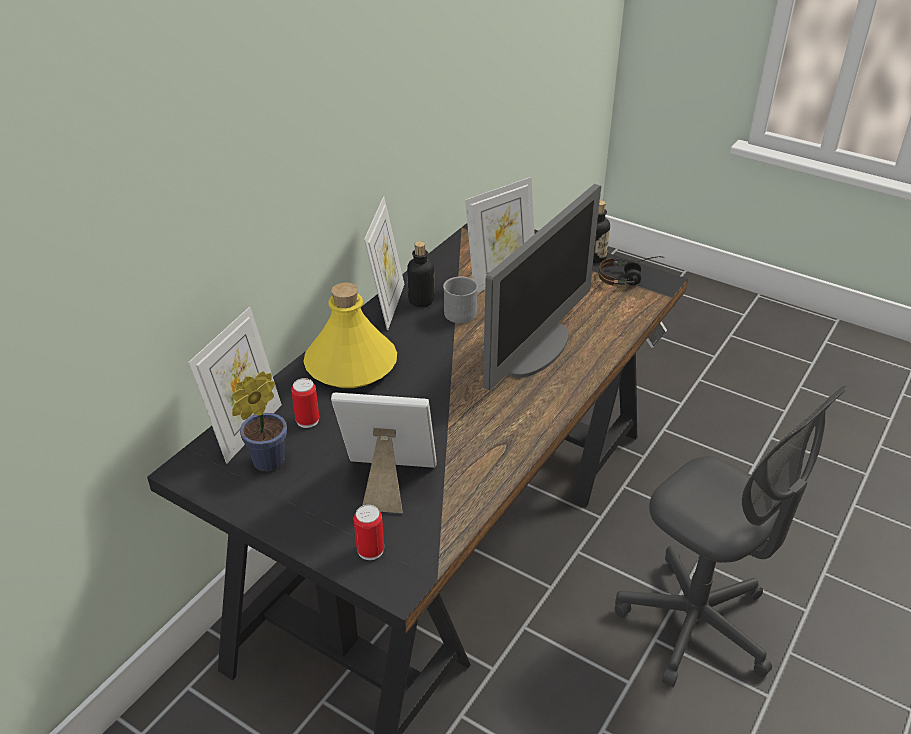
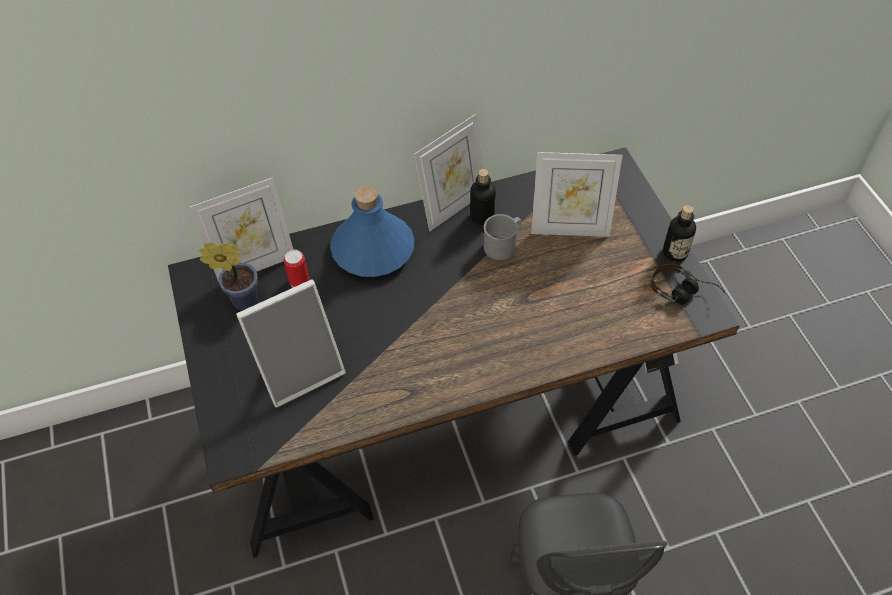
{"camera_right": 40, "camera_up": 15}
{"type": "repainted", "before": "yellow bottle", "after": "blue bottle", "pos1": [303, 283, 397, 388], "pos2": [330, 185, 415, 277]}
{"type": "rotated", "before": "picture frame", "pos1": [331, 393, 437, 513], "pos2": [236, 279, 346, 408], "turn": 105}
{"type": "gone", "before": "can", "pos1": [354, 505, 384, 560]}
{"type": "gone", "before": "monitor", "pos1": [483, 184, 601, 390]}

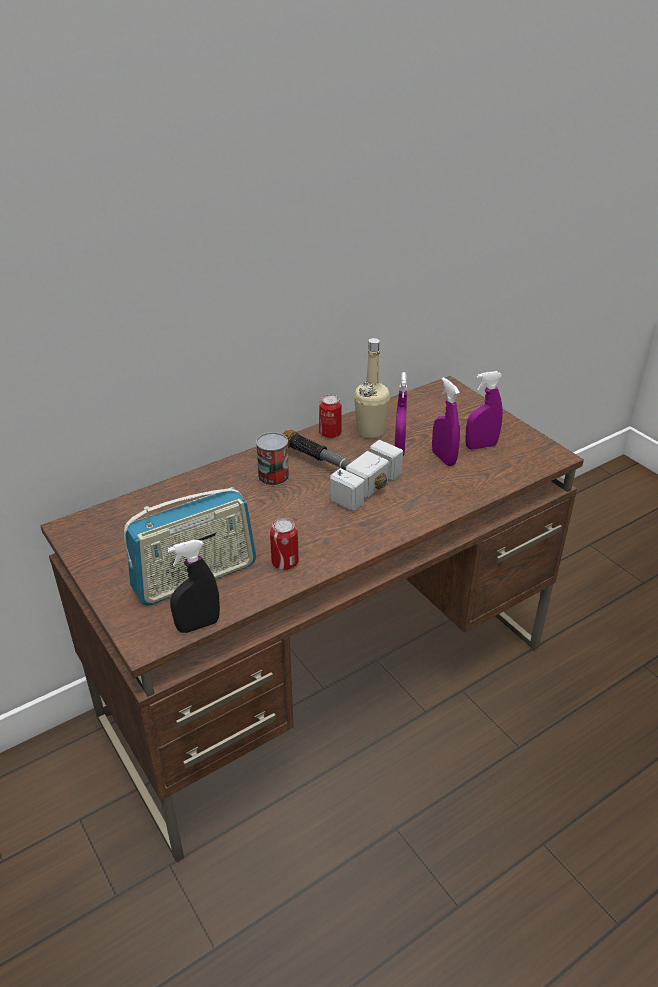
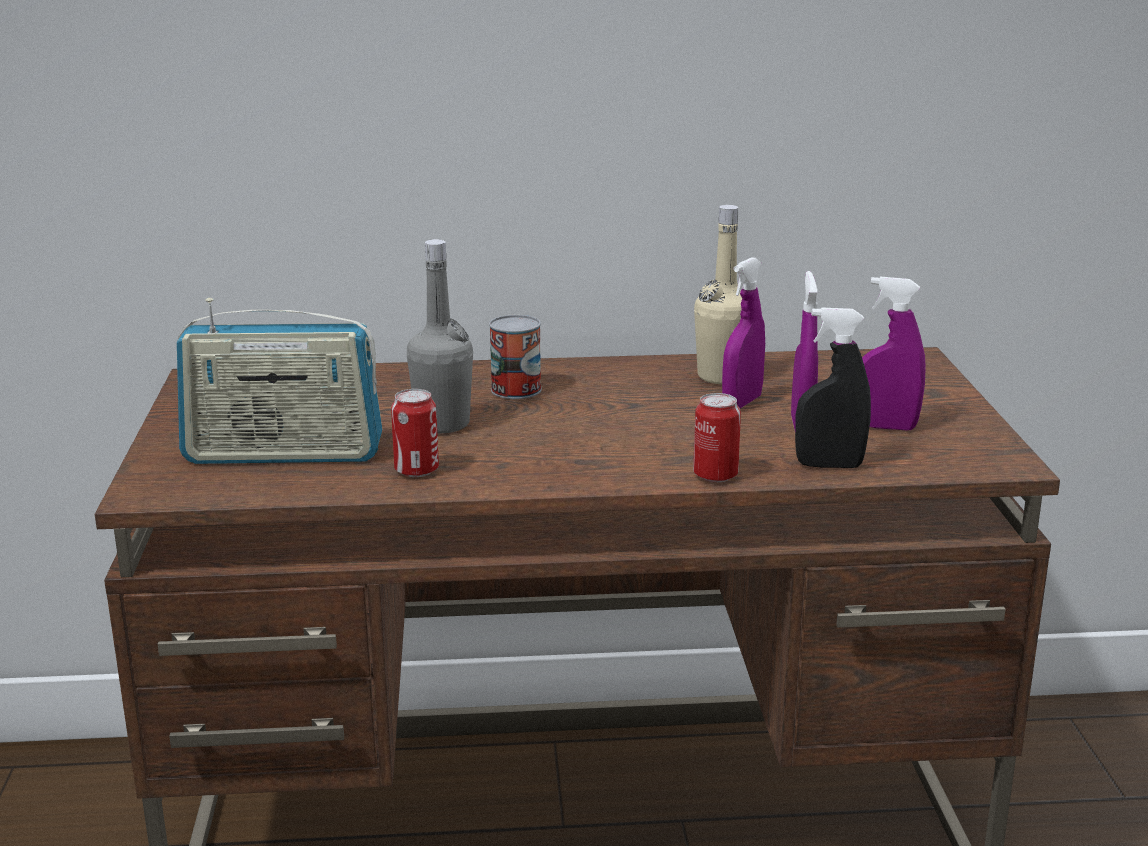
{"camera_right": 30, "camera_up": -15}
{"type": "shifted", "before": "black spray bottle", "pos1": [168, 539, 220, 633], "pos2": [795, 307, 871, 468]}
{"type": "gone", "before": "hammer", "pos1": [283, 429, 403, 512]}
{"type": "shifted", "before": "can", "pos1": [319, 394, 342, 438], "pos2": [693, 393, 741, 482]}
{"type": "new", "after": "grey bottle", "pos2": [407, 239, 473, 433]}

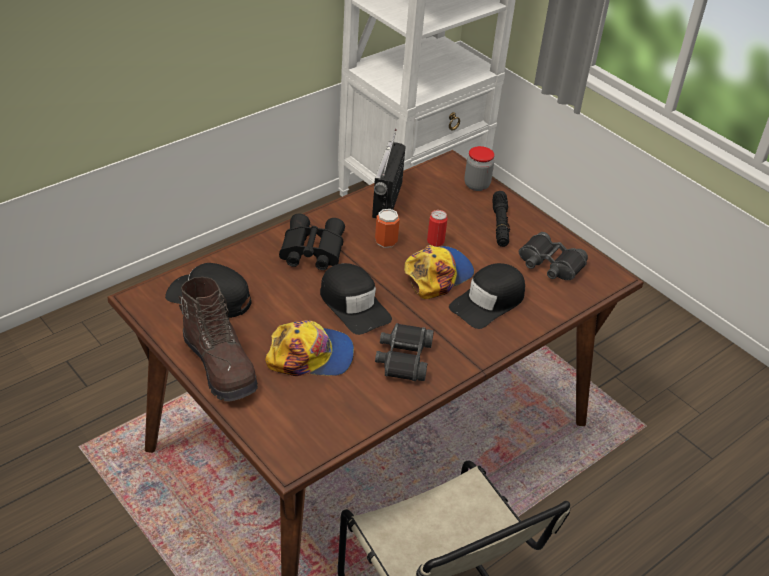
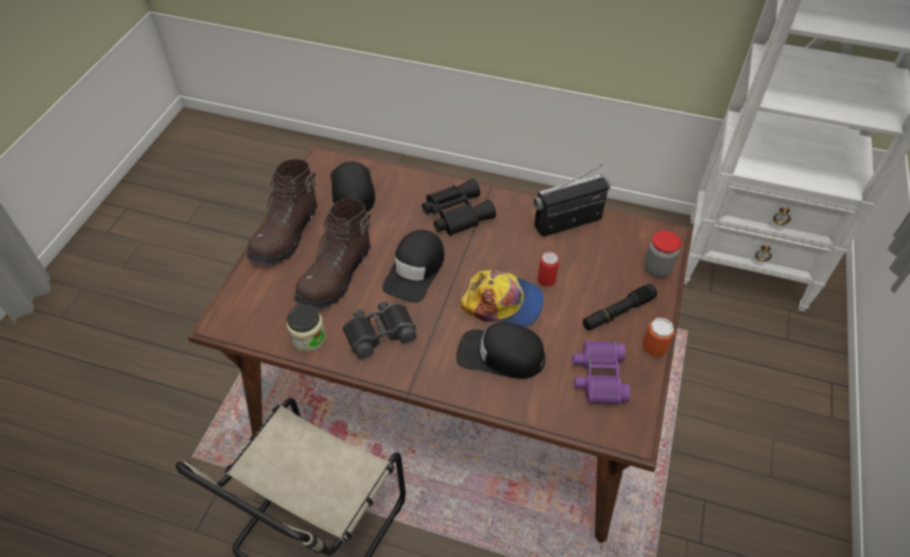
{"camera_right": 60, "camera_up": 10}
{"type": "swapped", "before": "cap", "after": "brown boot", "pos1": [265, 320, 354, 376], "pos2": [294, 198, 371, 309]}
{"type": "shifted", "before": "can", "pos1": [375, 209, 400, 248], "pos2": [643, 318, 675, 357]}
{"type": "repainted", "before": "black binoculars", "after": "purple binoculars", "pos1": [519, 232, 588, 280], "pos2": [573, 340, 630, 404]}
{"type": "new", "after": "jar", "pos2": [287, 304, 326, 352]}

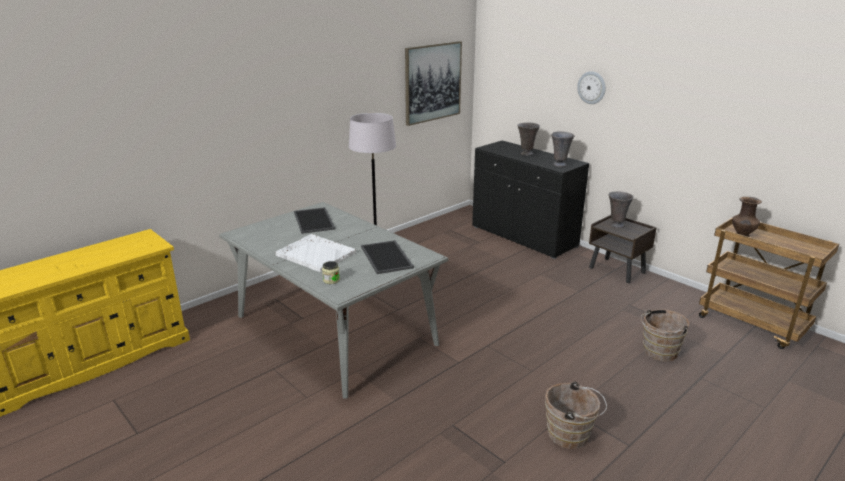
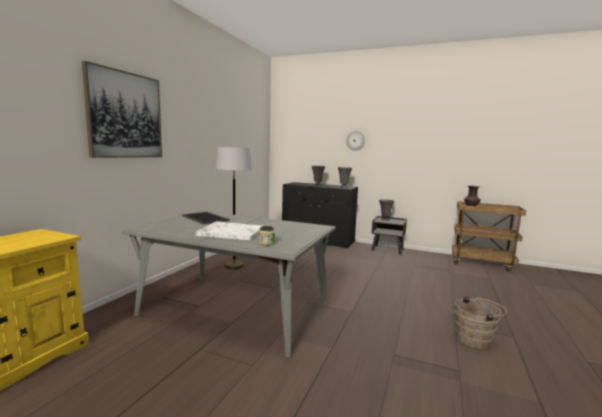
{"camera_right": -25, "camera_up": -15}
{"type": "gone", "before": "tray", "pos1": [361, 240, 414, 274]}
{"type": "shifted", "before": "picture", "pos1": [405, 41, 462, 126], "pos2": [82, 61, 162, 158]}
{"type": "gone", "before": "brown bucket", "pos1": [641, 309, 690, 362]}

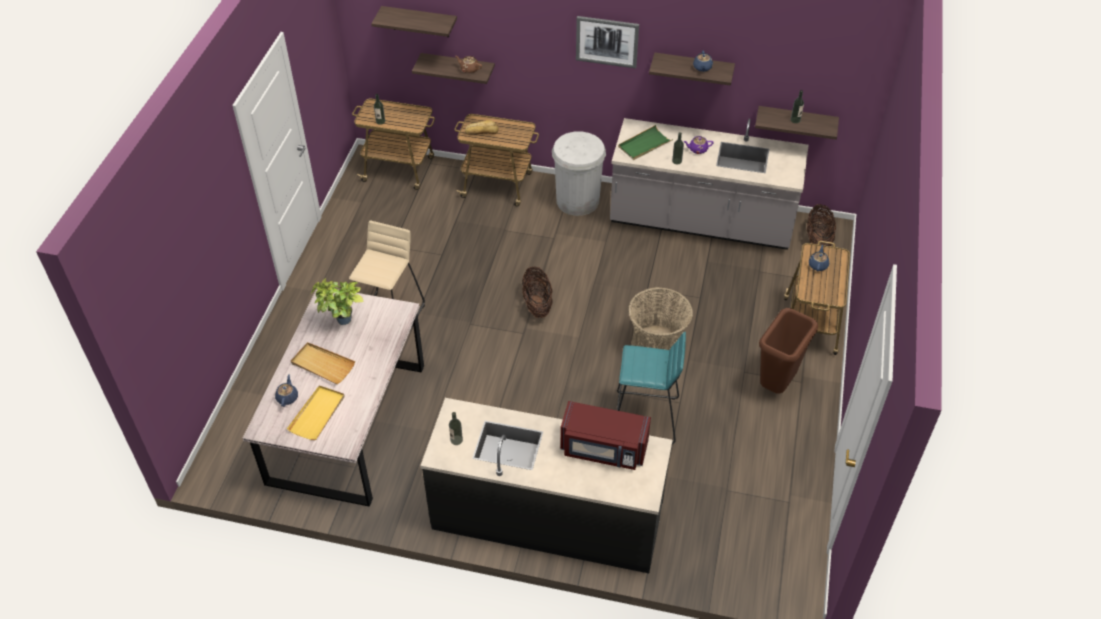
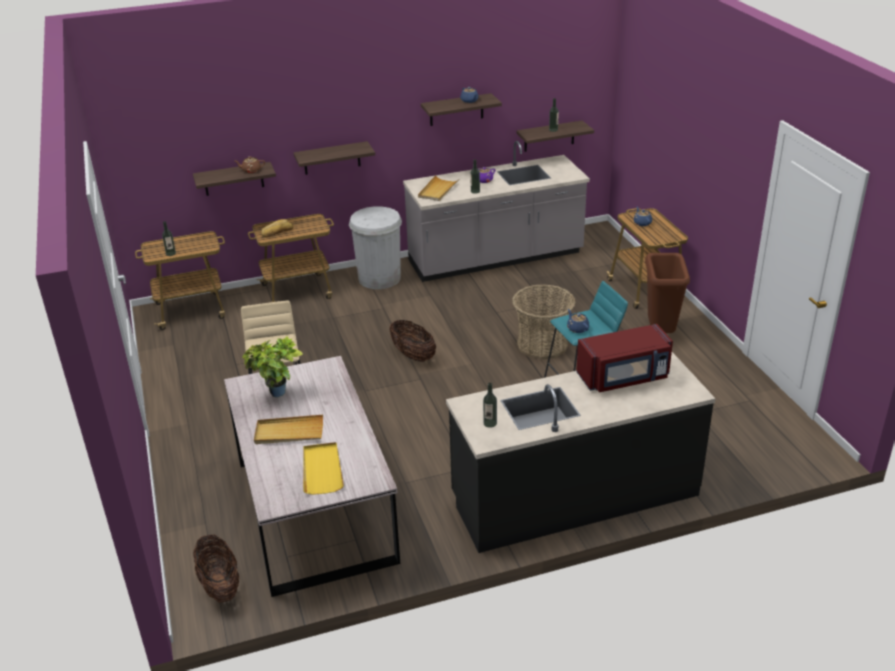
{"camera_right": -30, "camera_up": -15}
{"type": "shifted", "before": "blue teapot", "pos1": [275, 374, 298, 407], "pos2": [567, 309, 589, 333]}
{"type": "shifted", "before": "shelf", "pos1": [371, 6, 457, 37], "pos2": [293, 141, 375, 175]}
{"type": "gone", "before": "picture", "pos1": [576, 16, 639, 69]}
{"type": "repainted", "before": "green tray", "after": "beige tray", "pos1": [618, 125, 673, 160], "pos2": [418, 175, 459, 201]}
{"type": "shifted", "before": "basket", "pos1": [807, 204, 836, 252], "pos2": [193, 535, 239, 603]}

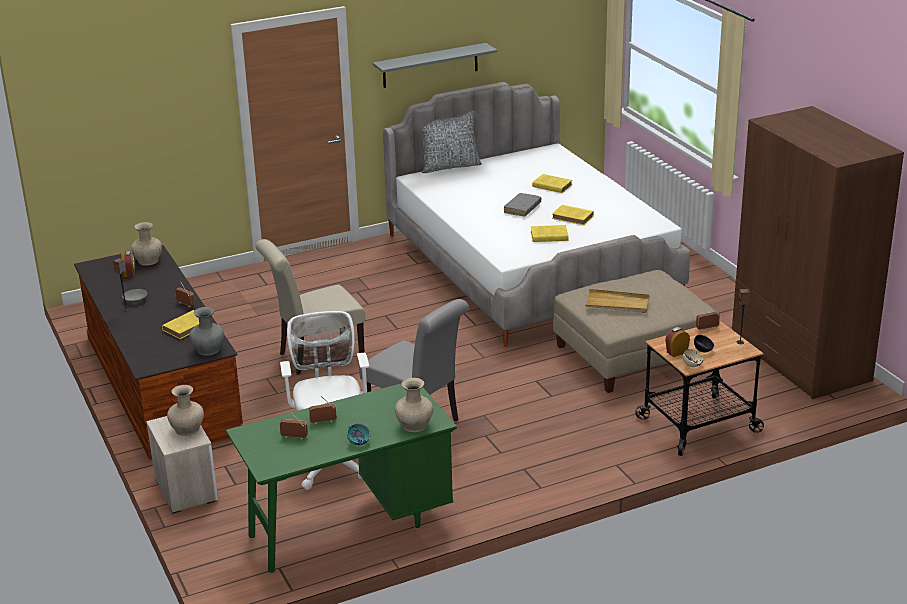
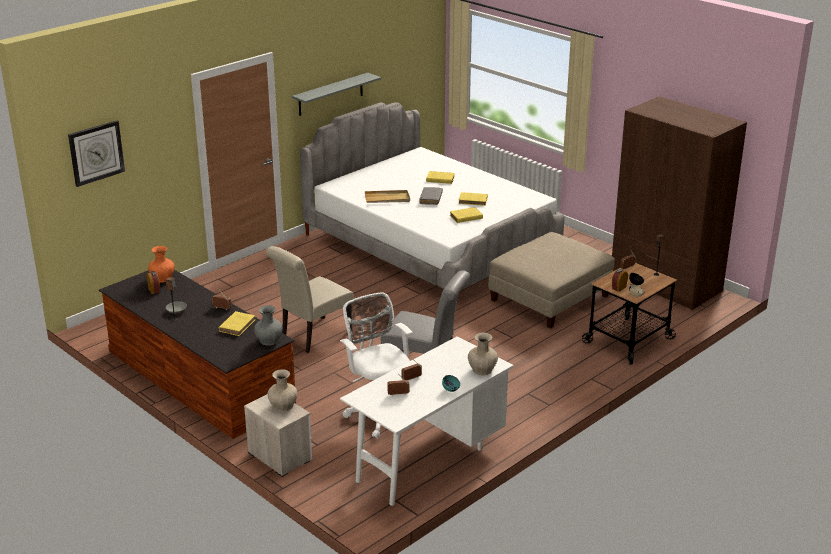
{"camera_right": -20, "camera_up": 0}
{"type": "repainted", "before": "beige vase", "after": "orange vase", "pos1": [131, 222, 162, 266], "pos2": [148, 246, 175, 283]}
{"type": "repainted", "before": "green desk", "after": "white desk", "pos1": [226, 384, 457, 573], "pos2": [340, 336, 513, 506]}
{"type": "gone", "before": "pillow", "pos1": [422, 110, 482, 173]}
{"type": "shifted", "before": "beige tray", "pos1": [585, 289, 649, 313], "pos2": [365, 190, 410, 203]}
{"type": "new", "after": "wall clock", "pos2": [68, 120, 125, 187]}

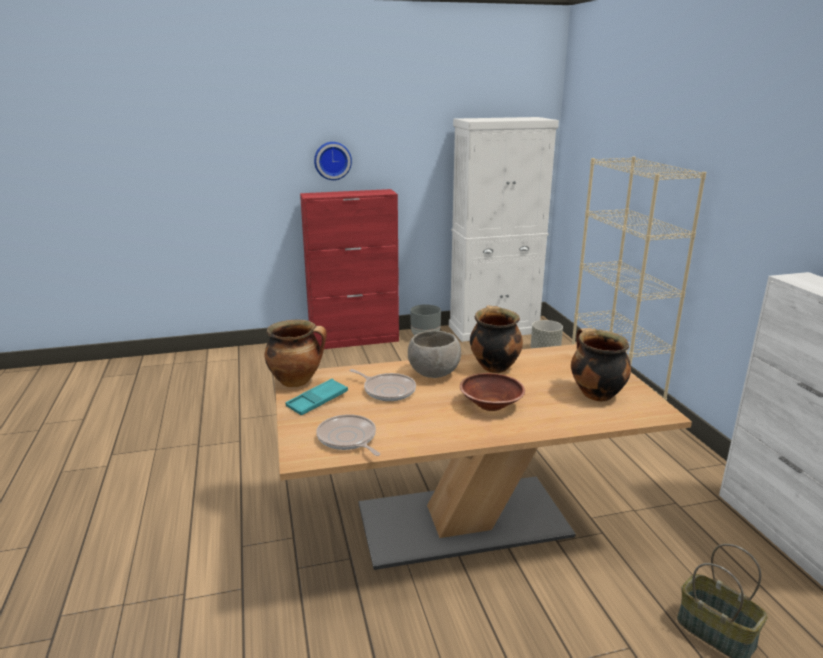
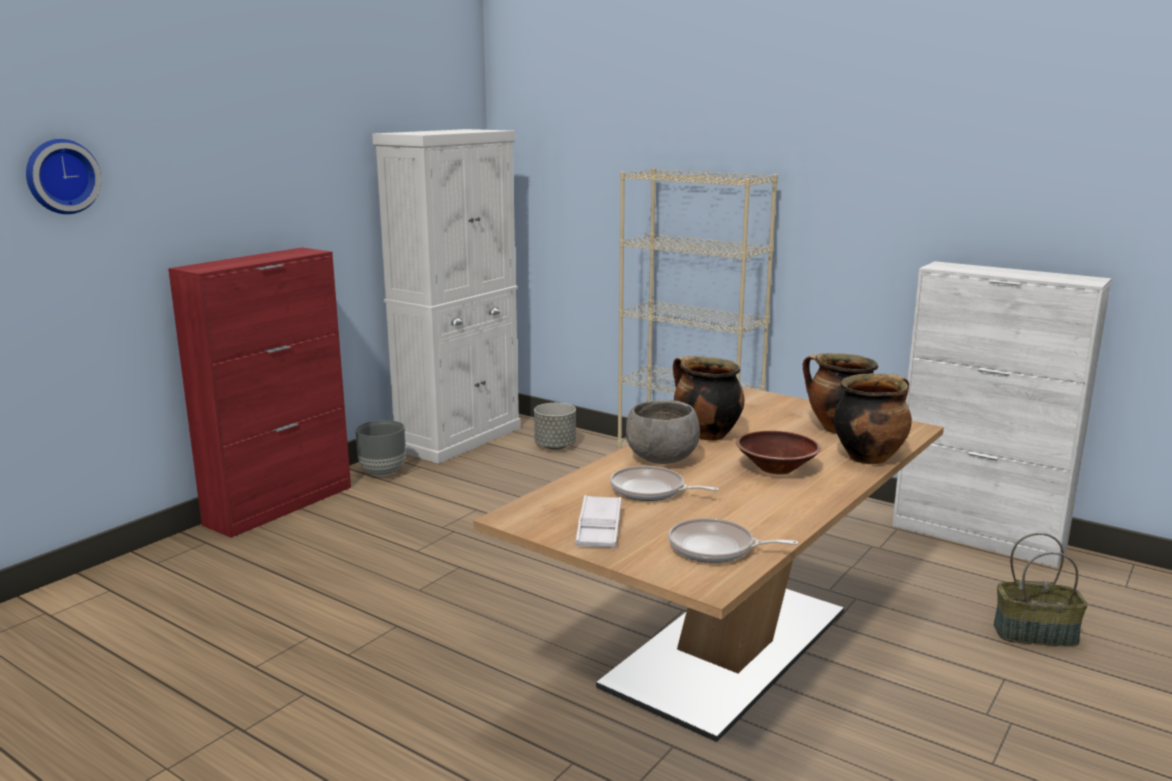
{"camera_right": -40, "camera_up": -5}
{"type": "shifted", "before": "cooking pot", "pos1": [265, 320, 327, 387], "pos2": [834, 373, 912, 464]}
{"type": "repainted", "before": "turquoise tray", "after": "white tray", "pos1": [286, 379, 348, 415], "pos2": [575, 495, 622, 548]}
{"type": "shifted", "before": "wall clock", "pos1": [314, 142, 352, 180], "pos2": [26, 139, 101, 214]}
{"type": "rotated", "before": "frying pan", "pos1": [349, 369, 416, 401], "pos2": [610, 466, 719, 501], "turn": -150}

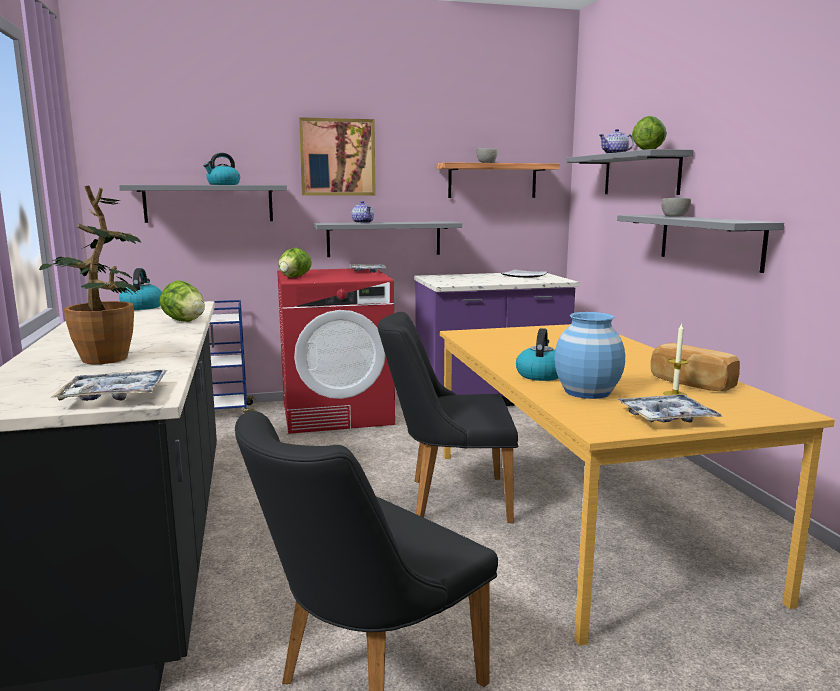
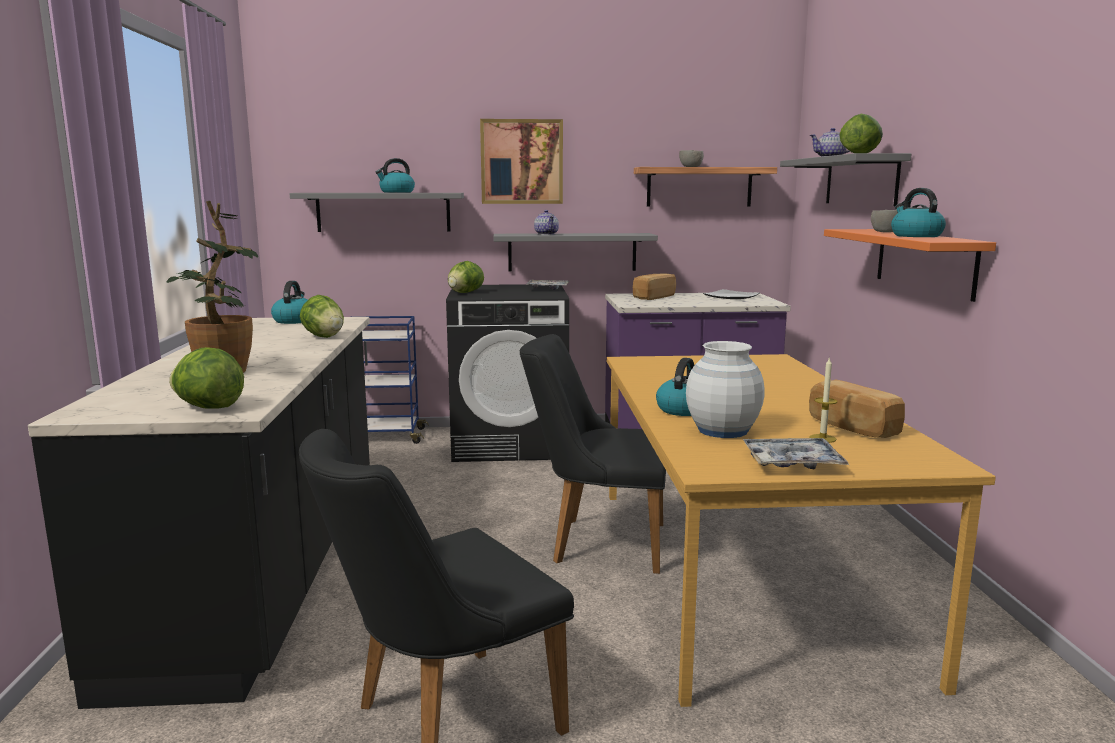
{"camera_right": 10, "camera_up": 0}
{"type": "swapped", "before": "tray", "after": "lettuce", "pos1": [50, 370, 168, 401], "pos2": [169, 347, 244, 409]}
{"type": "repainted", "before": "red washing machine", "after": "black washing machine", "pos1": [277, 269, 395, 434], "pos2": [446, 284, 569, 462]}
{"type": "repainted", "before": "blue vase", "after": "white vase", "pos1": [555, 312, 625, 399], "pos2": [686, 341, 765, 438]}
{"type": "repainted", "before": "grey shelf", "after": "orange shelf", "pos1": [617, 215, 784, 273], "pos2": [824, 229, 996, 302]}
{"type": "new", "after": "bread", "pos2": [633, 274, 676, 300]}
{"type": "new", "after": "kettle", "pos2": [891, 188, 946, 237]}

